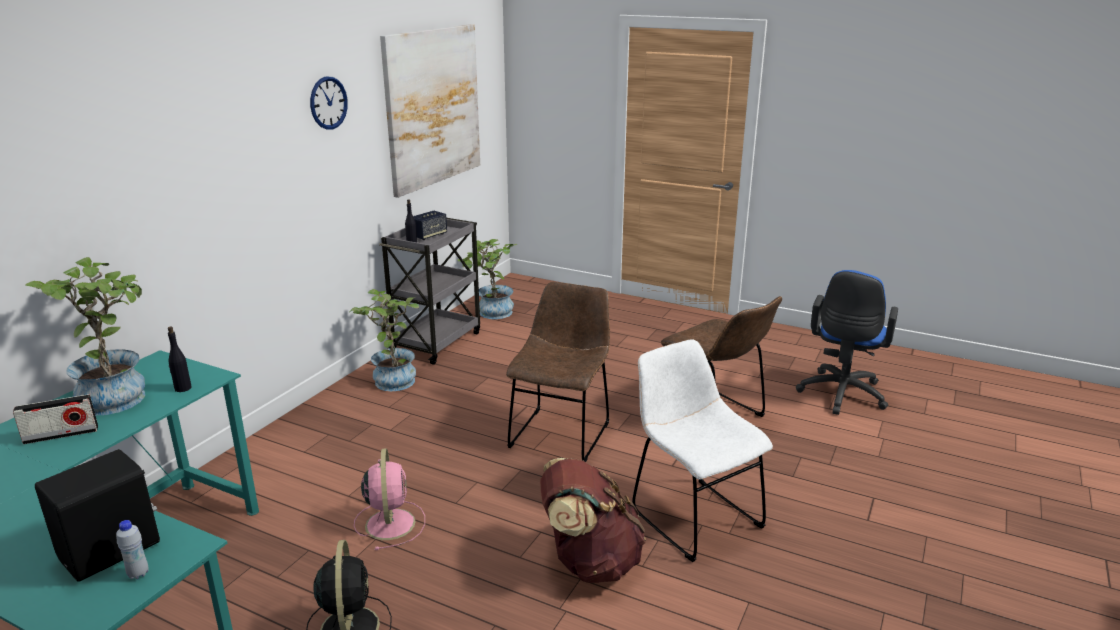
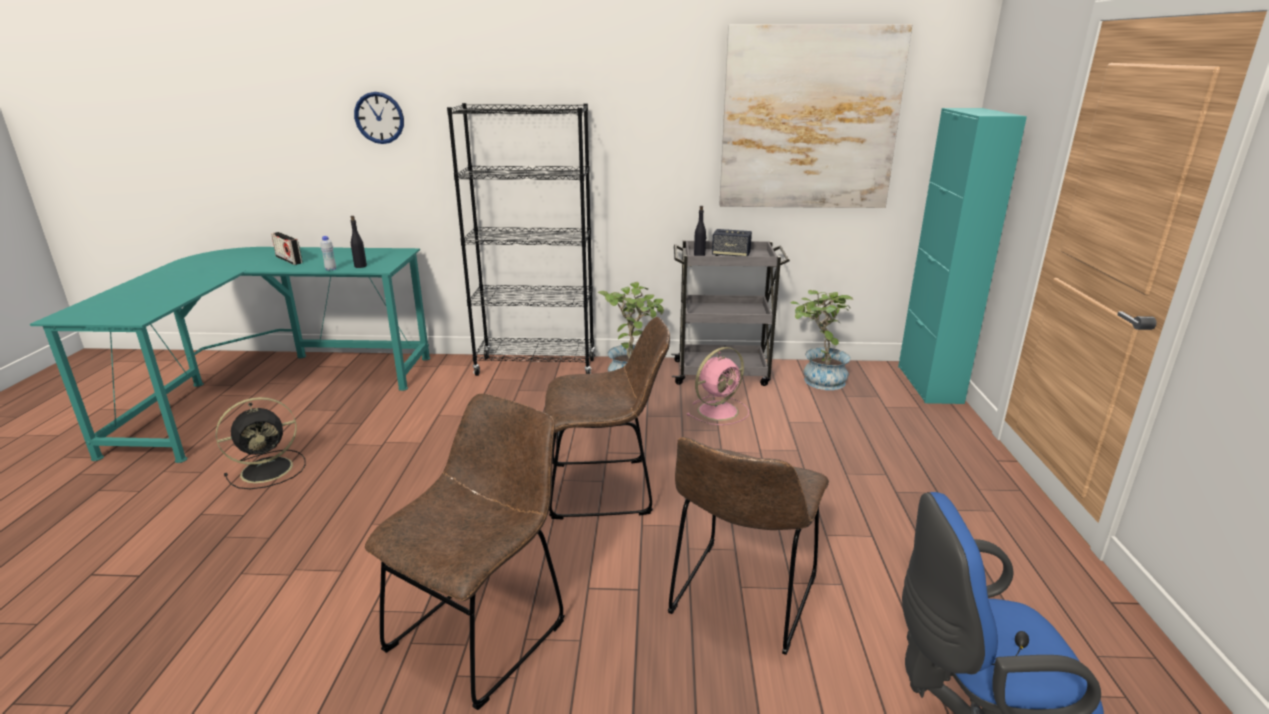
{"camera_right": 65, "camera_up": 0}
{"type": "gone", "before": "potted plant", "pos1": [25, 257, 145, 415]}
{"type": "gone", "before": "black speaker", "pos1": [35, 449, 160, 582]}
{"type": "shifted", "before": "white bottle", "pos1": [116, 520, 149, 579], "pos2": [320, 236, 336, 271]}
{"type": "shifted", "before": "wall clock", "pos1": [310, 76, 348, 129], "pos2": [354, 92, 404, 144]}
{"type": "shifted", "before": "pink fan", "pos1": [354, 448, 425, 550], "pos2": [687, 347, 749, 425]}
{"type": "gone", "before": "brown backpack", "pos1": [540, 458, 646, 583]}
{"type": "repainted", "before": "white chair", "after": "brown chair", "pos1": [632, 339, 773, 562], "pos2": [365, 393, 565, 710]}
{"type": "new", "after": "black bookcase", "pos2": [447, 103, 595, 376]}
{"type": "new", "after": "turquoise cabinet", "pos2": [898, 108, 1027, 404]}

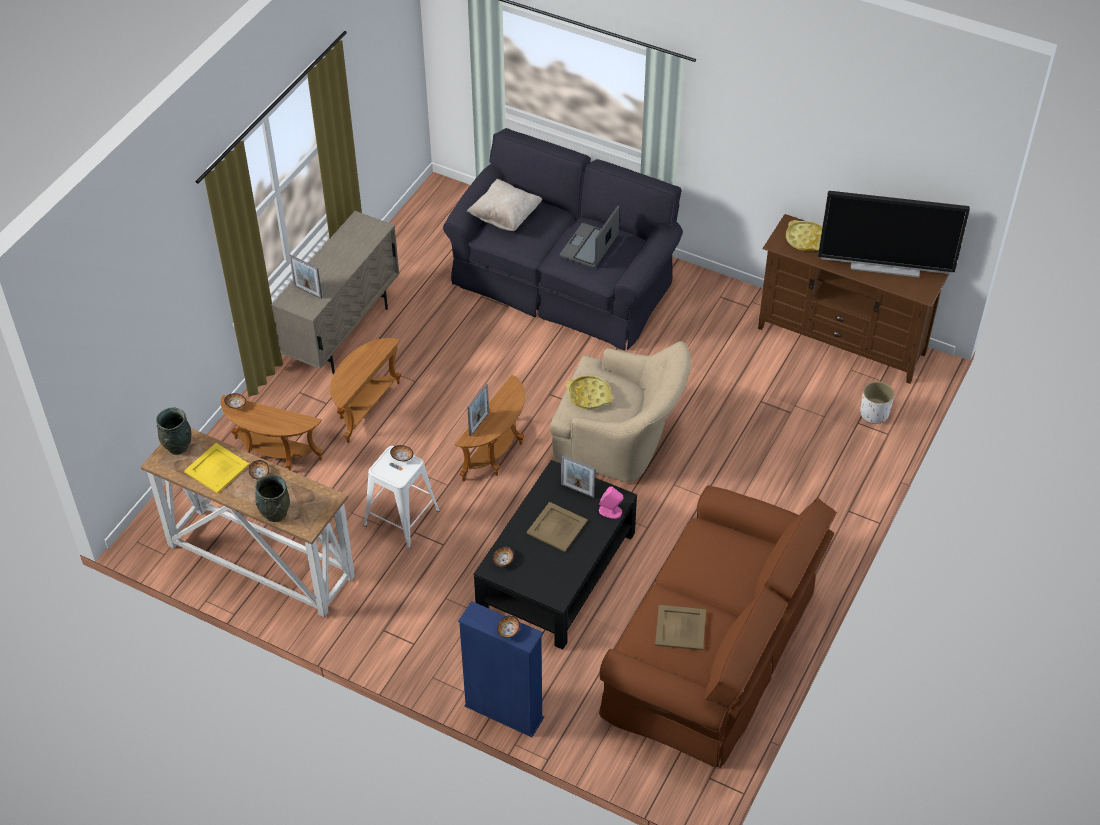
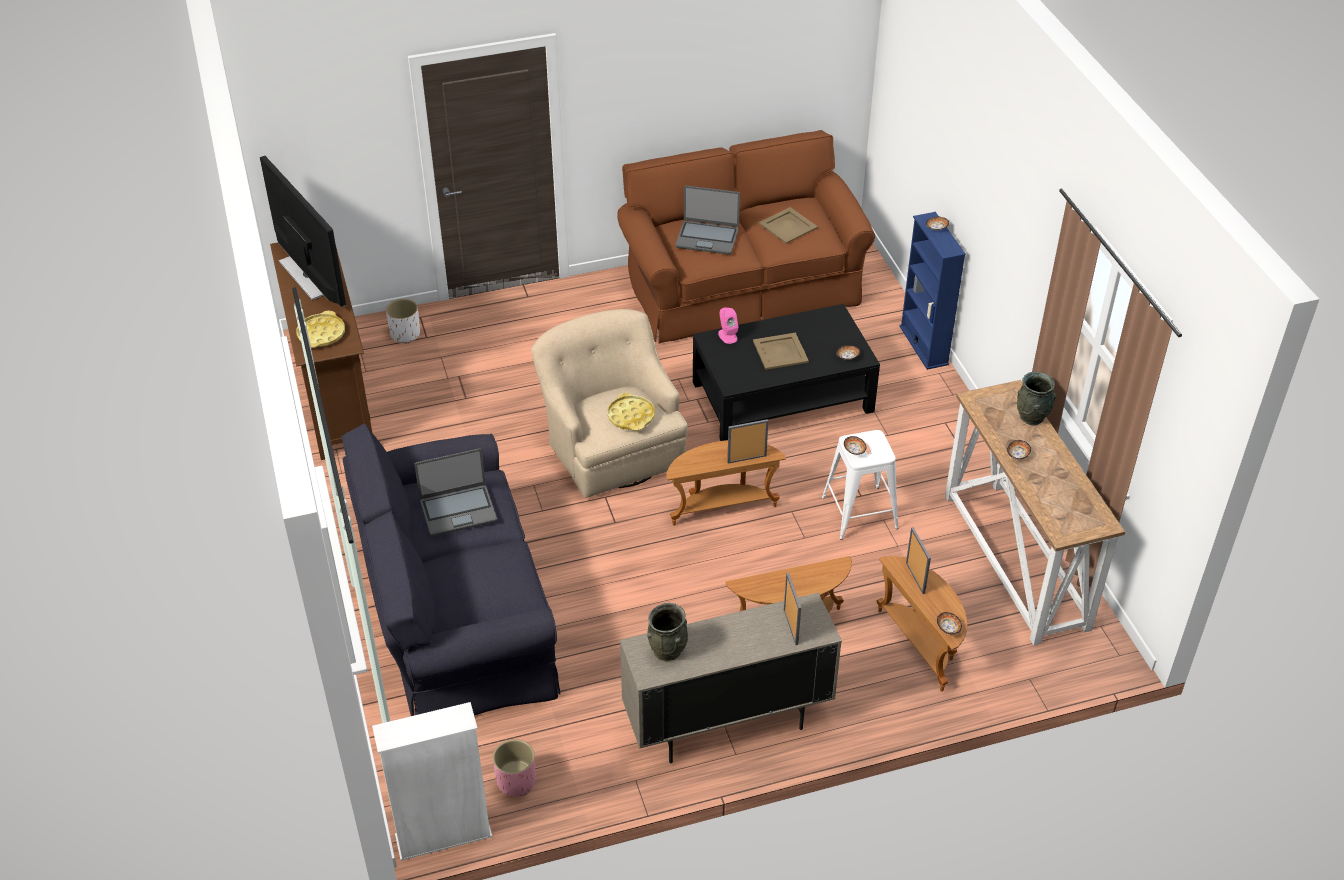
{"camera_right": -135, "camera_up": -5}
{"type": "shifted", "before": "grey vase", "pos1": [156, 407, 192, 455], "pos2": [647, 603, 688, 661]}
{"type": "gone", "before": "yellow tray", "pos1": [184, 443, 249, 494]}
{"type": "gone", "before": "beige pillow", "pos1": [467, 179, 543, 231]}
{"type": "shifted", "before": "picture frame", "pos1": [561, 455, 596, 498], "pos2": [906, 527, 931, 594]}
{"type": "new", "after": "white bookcase", "pos2": [372, 702, 492, 861]}
{"type": "new", "after": "pink planter", "pos2": [493, 739, 536, 797]}
{"type": "new", "after": "laptop", "pos2": [676, 186, 740, 255]}

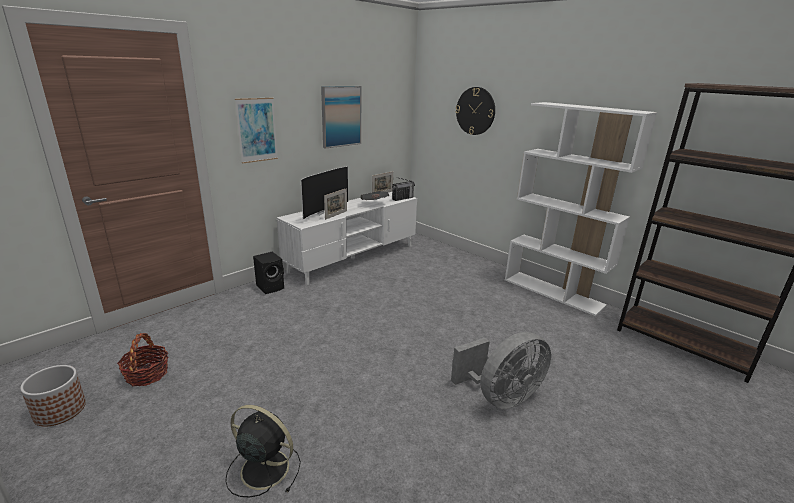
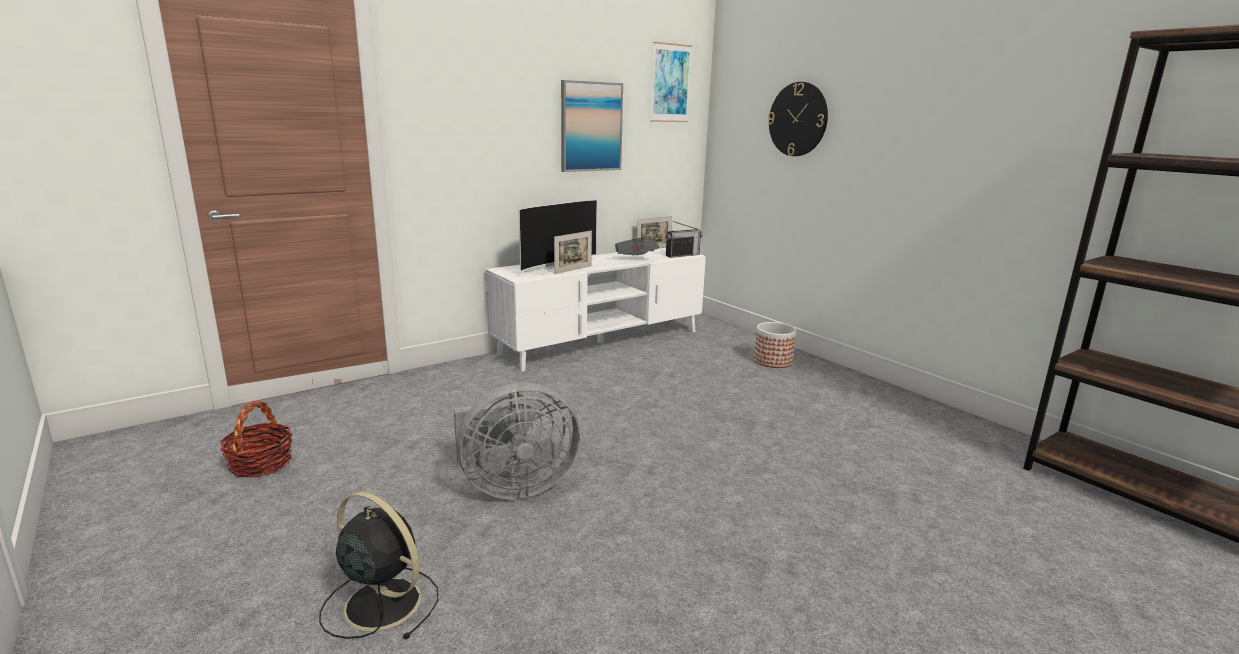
{"camera_right": 10, "camera_up": -5}
{"type": "shifted", "before": "planter", "pos1": [20, 365, 86, 427], "pos2": [754, 322, 797, 368]}
{"type": "shifted", "before": "picture", "pos1": [235, 98, 278, 164], "pos2": [651, 42, 692, 122]}
{"type": "gone", "before": "black speaker", "pos1": [253, 252, 284, 294]}
{"type": "shifted", "before": "grey fan", "pos1": [451, 332, 551, 409], "pos2": [454, 382, 580, 499]}
{"type": "gone", "before": "white bookcase", "pos1": [505, 102, 657, 316]}

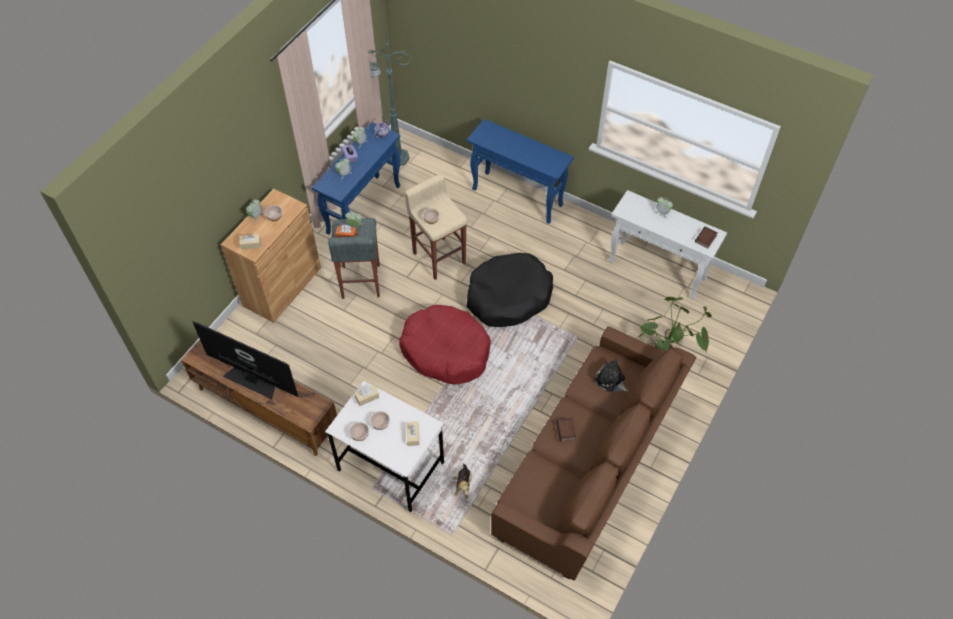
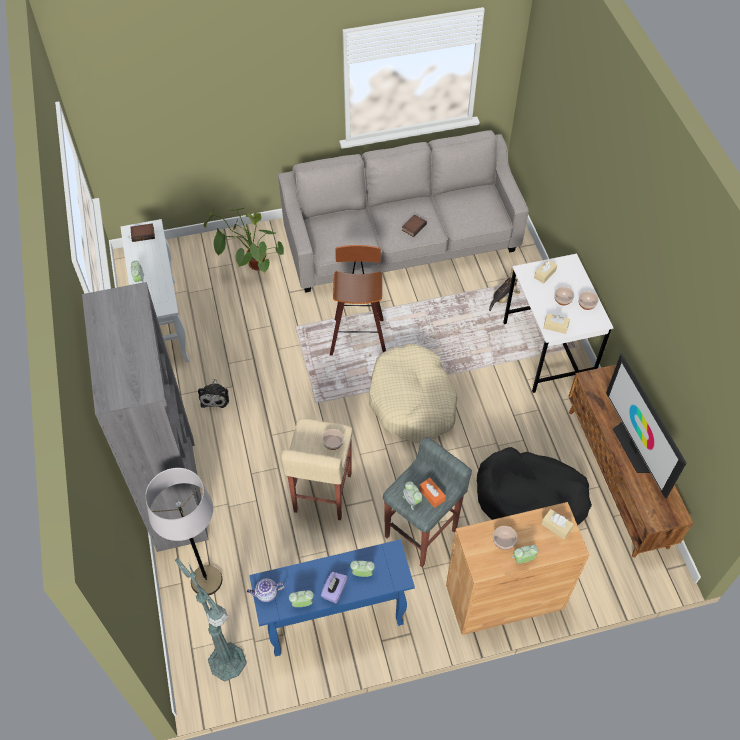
{"camera_right": -135, "camera_up": 0}
{"type": "repainted", "before": "red dog bed", "after": "beige dog bed", "pos1": [399, 305, 491, 384], "pos2": [369, 343, 457, 443]}
{"type": "swapped", "before": "blue console table", "after": "grey bookcase", "pos1": [467, 119, 574, 224], "pos2": [82, 282, 209, 552]}
{"type": "shifted", "before": "black dog bed", "pos1": [467, 253, 553, 327], "pos2": [477, 447, 592, 525]}
{"type": "repainted", "before": "brown sofa", "after": "grey sofa", "pos1": [491, 326, 696, 581], "pos2": [278, 130, 529, 293]}
{"type": "shifted", "before": "plush toy", "pos1": [594, 359, 628, 392], "pos2": [198, 379, 229, 408]}
{"type": "new", "after": "grey floor lamp", "pos2": [145, 468, 222, 595]}
{"type": "new", "after": "stool", "pos2": [330, 245, 386, 356]}

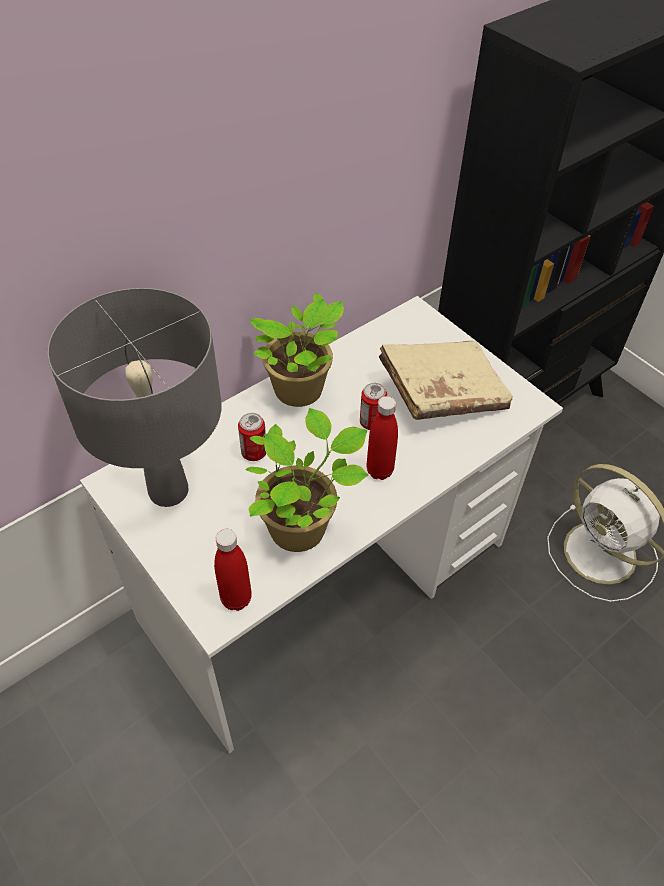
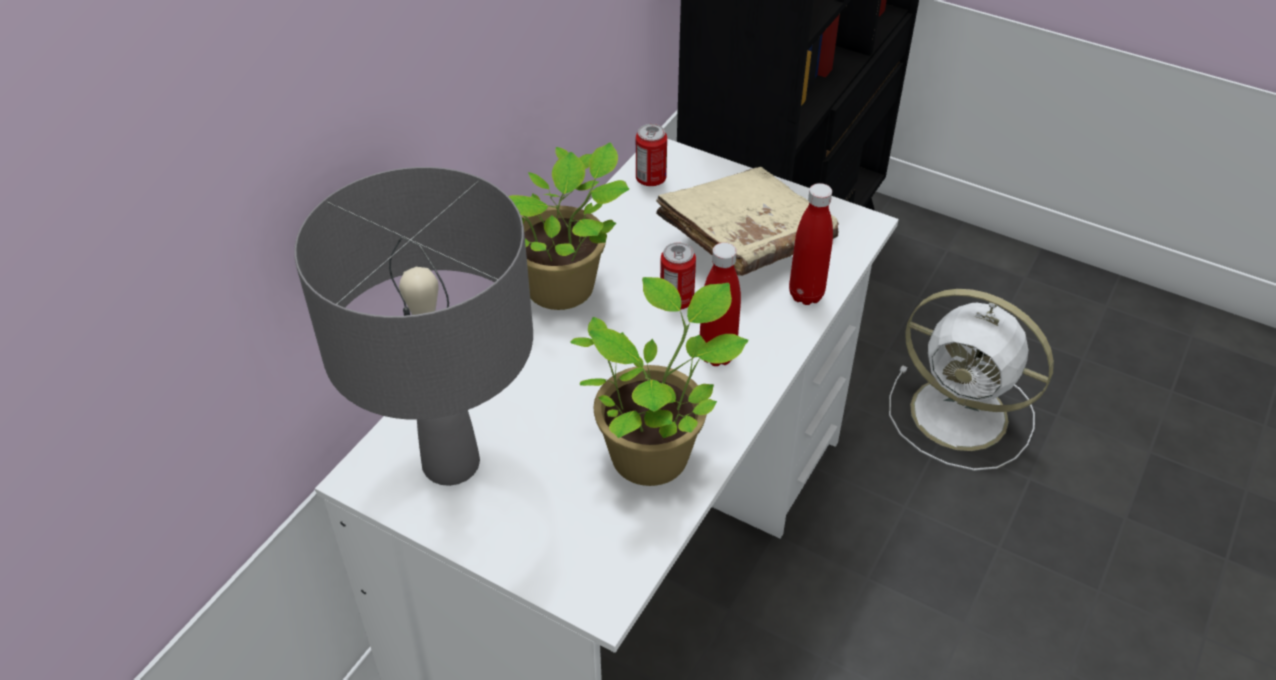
{"camera_right": -20, "camera_up": -5}
{"type": "shifted", "before": "red bottle", "pos1": [214, 529, 252, 611], "pos2": [789, 183, 833, 305]}
{"type": "shifted", "before": "can", "pos1": [238, 413, 266, 461], "pos2": [636, 124, 667, 186]}

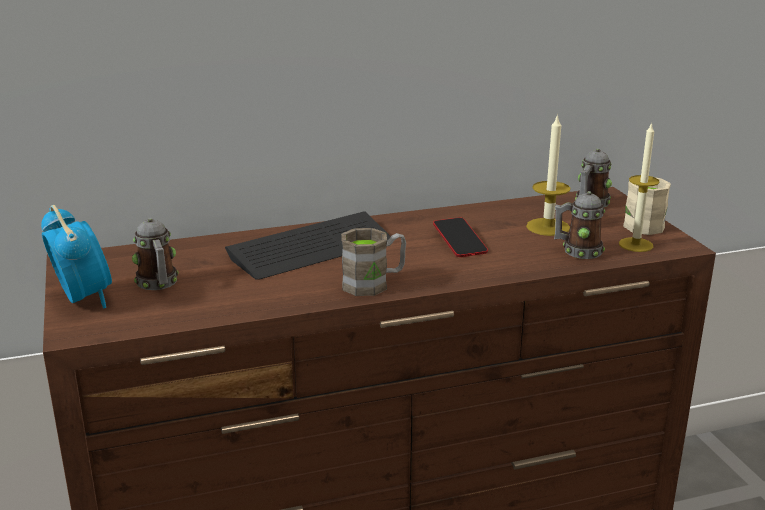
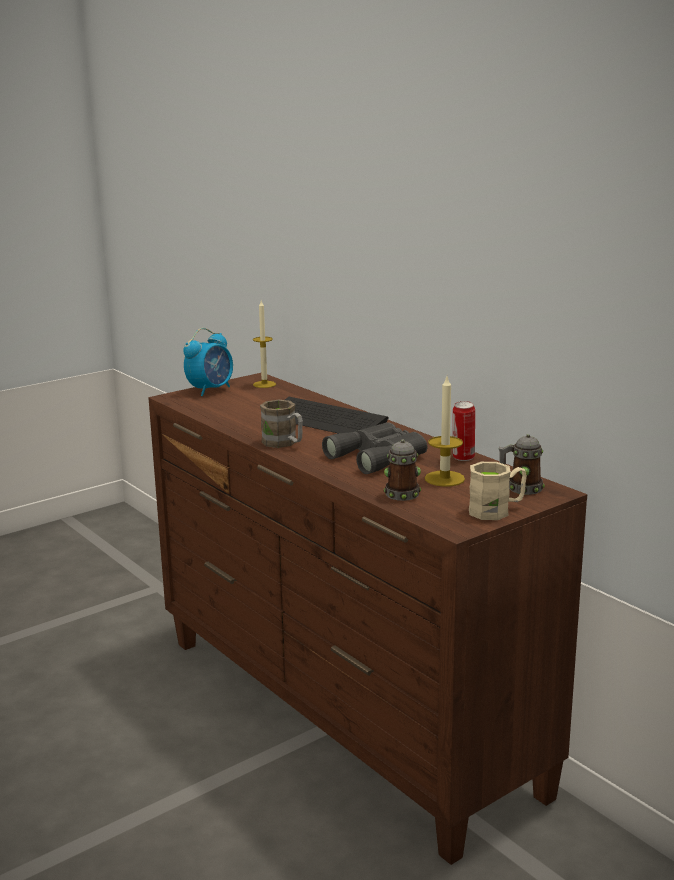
{"camera_right": 70, "camera_up": -5}
{"type": "gone", "before": "mug", "pos1": [132, 218, 179, 290]}
{"type": "swapped", "before": "phone", "after": "grey binoculars", "pos1": [433, 217, 488, 257], "pos2": [322, 422, 427, 474]}
{"type": "shifted", "before": "candle", "pos1": [619, 122, 660, 252], "pos2": [253, 301, 276, 388]}
{"type": "new", "after": "can", "pos2": [453, 401, 475, 461]}

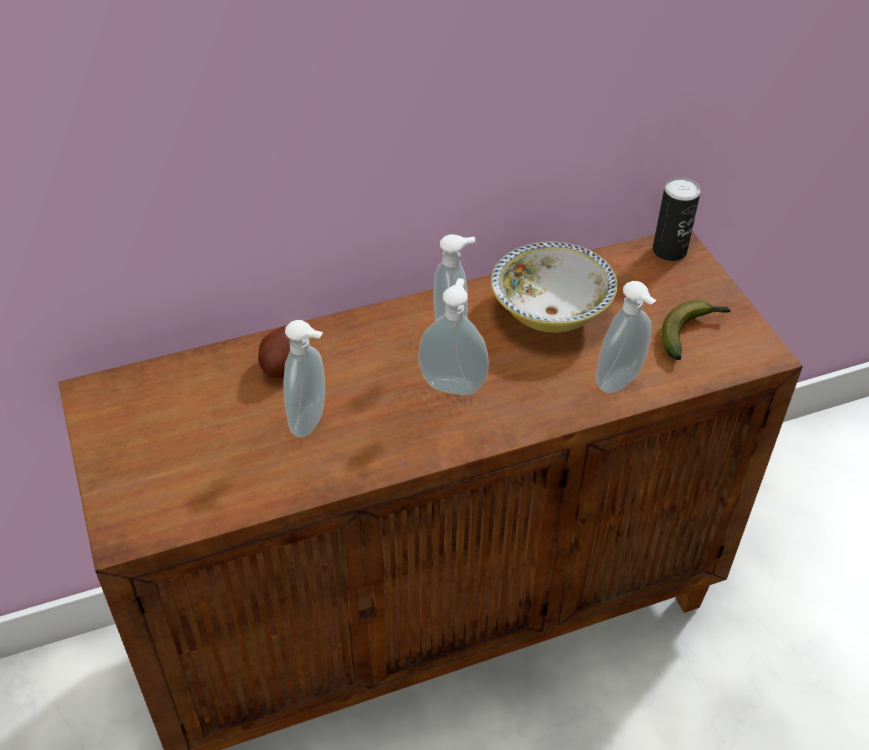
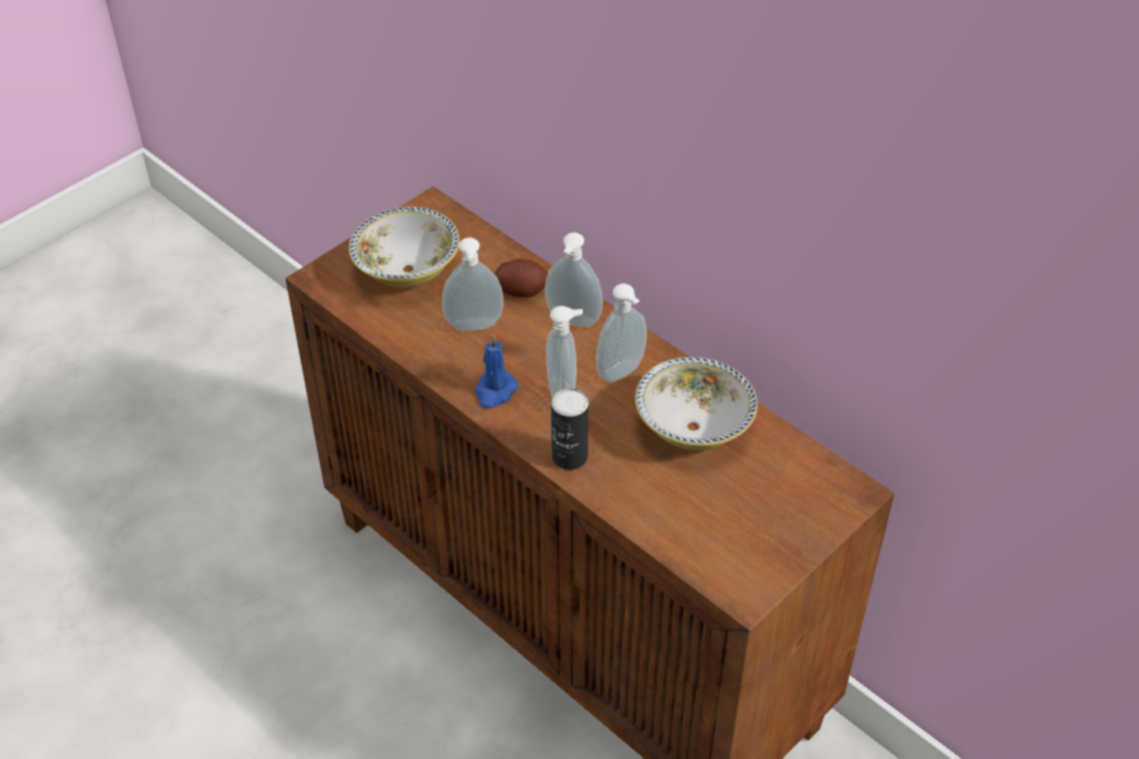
{"camera_right": 65, "camera_up": 0}
{"type": "shifted", "before": "soap dispenser", "pos1": [596, 281, 657, 393], "pos2": [545, 232, 603, 328]}
{"type": "shifted", "before": "can", "pos1": [653, 177, 701, 261], "pos2": [551, 388, 589, 470]}
{"type": "gone", "before": "banana", "pos1": [662, 300, 730, 360]}
{"type": "new", "after": "bowl", "pos2": [349, 207, 460, 288]}
{"type": "new", "after": "blue candle", "pos2": [475, 334, 518, 409]}

